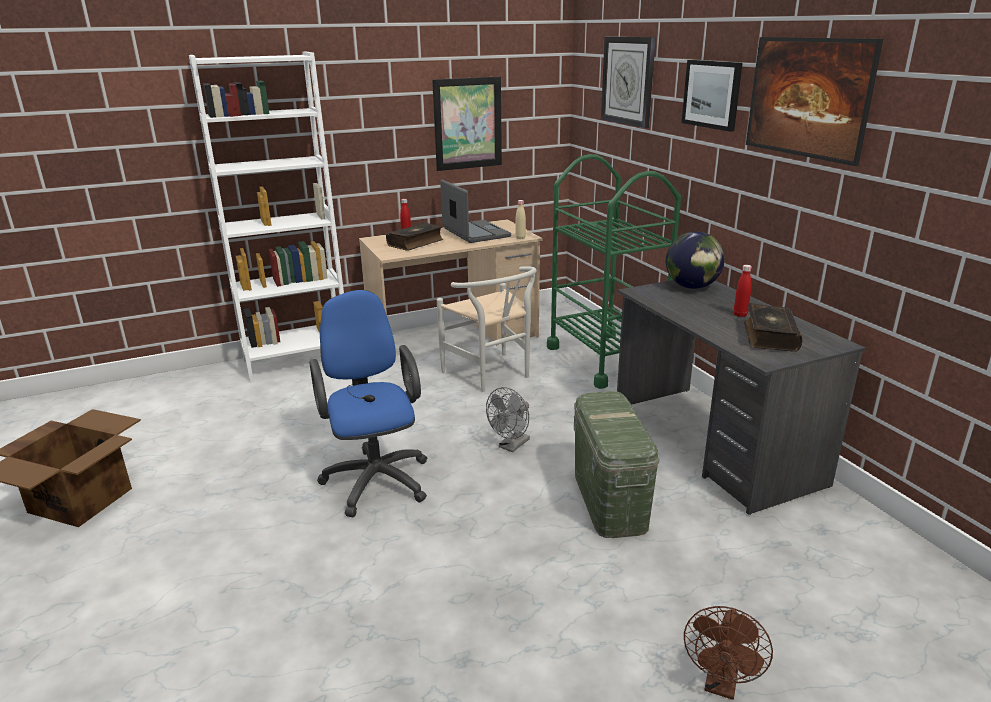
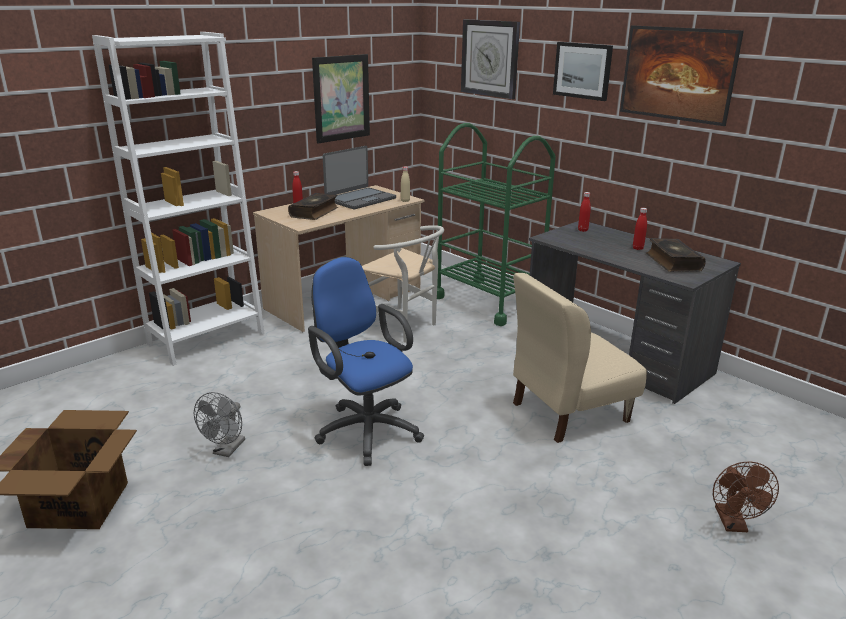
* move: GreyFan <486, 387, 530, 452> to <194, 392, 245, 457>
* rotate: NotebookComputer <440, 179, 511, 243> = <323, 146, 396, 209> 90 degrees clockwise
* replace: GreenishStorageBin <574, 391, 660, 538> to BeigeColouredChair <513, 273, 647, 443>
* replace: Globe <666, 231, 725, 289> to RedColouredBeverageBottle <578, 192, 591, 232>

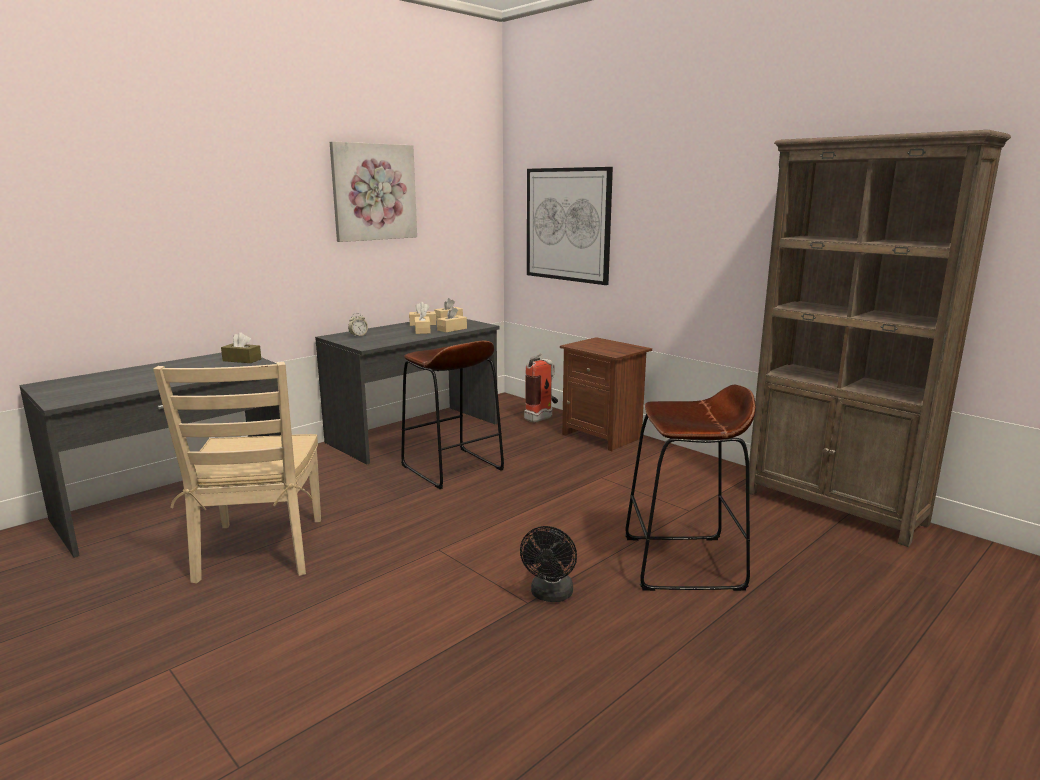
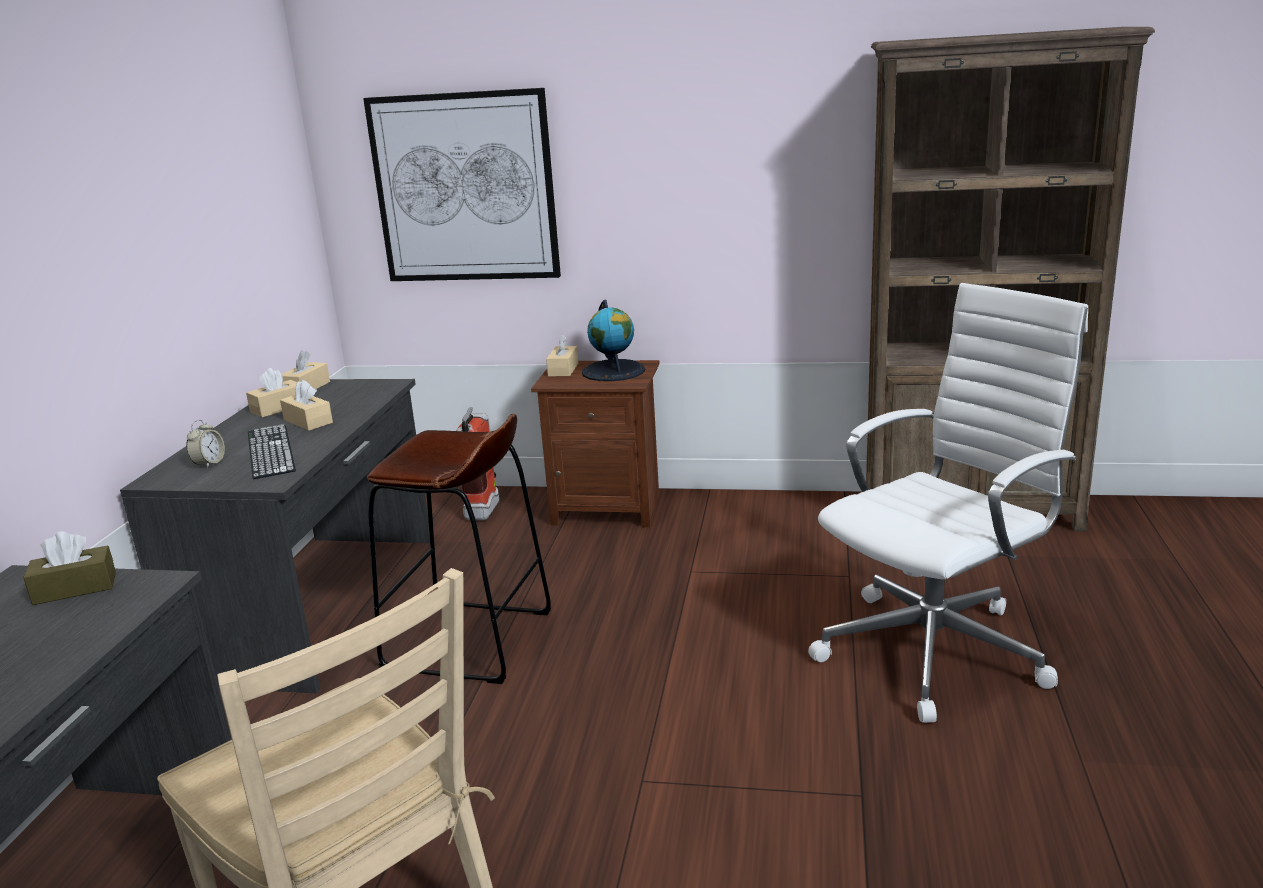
* insert: ComputerKeyboard <248, 424, 296, 479>
* move: BeigeColouredTissueHolder <437, 307, 467, 333> to <546, 334, 579, 377>
* insert: Globe <582, 300, 645, 381>
* replace: BrownColouredSittingStool <625, 385, 756, 591> to WhiteColouredComputerChair <808, 283, 1088, 723>
* delete: Picture <330, 141, 417, 242>
* delete: BlackishFan <520, 526, 577, 602>

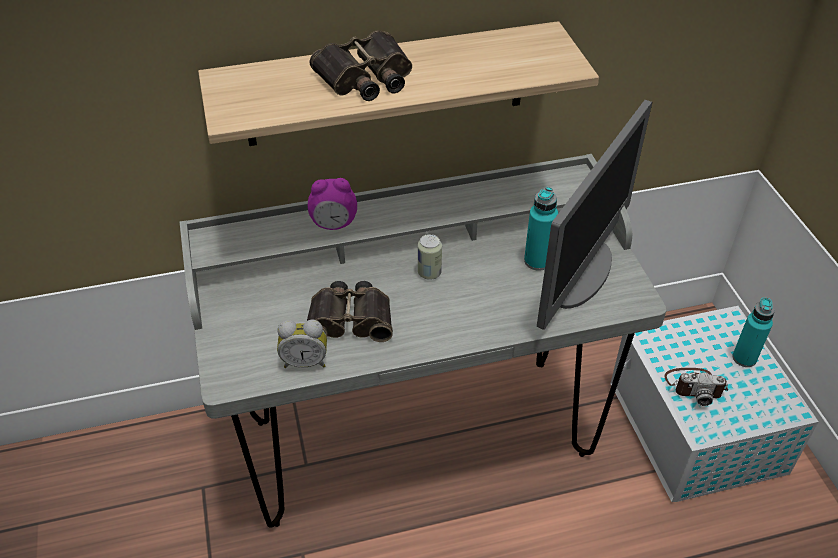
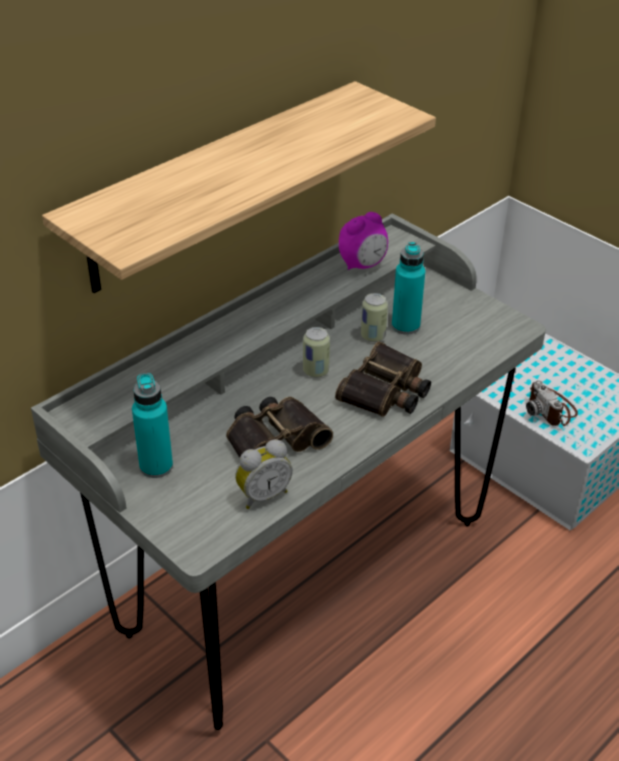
* move: BlueGreenBeverageBottle <733, 297, 775, 367> to <132, 373, 173, 478>
* move: FieldGlasses <310, 30, 412, 101> to <335, 341, 431, 417>
* move: BedsideClock <308, 178, 357, 230> to <339, 212, 388, 270>
* insert: Can <361, 293, 388, 342>
* rotate: PhotoCamera <664, 368, 729, 406> = <526, 380, 578, 426> 90 degrees clockwise
* delete: ComputerDisplay <537, 100, 652, 330>

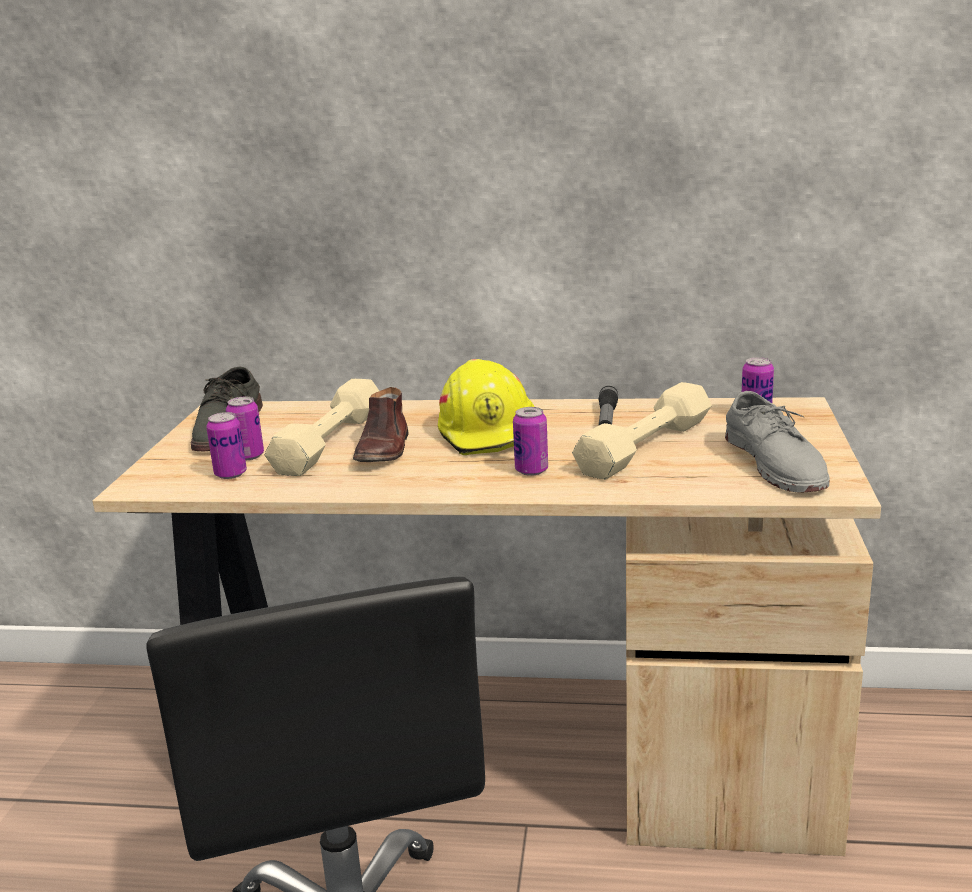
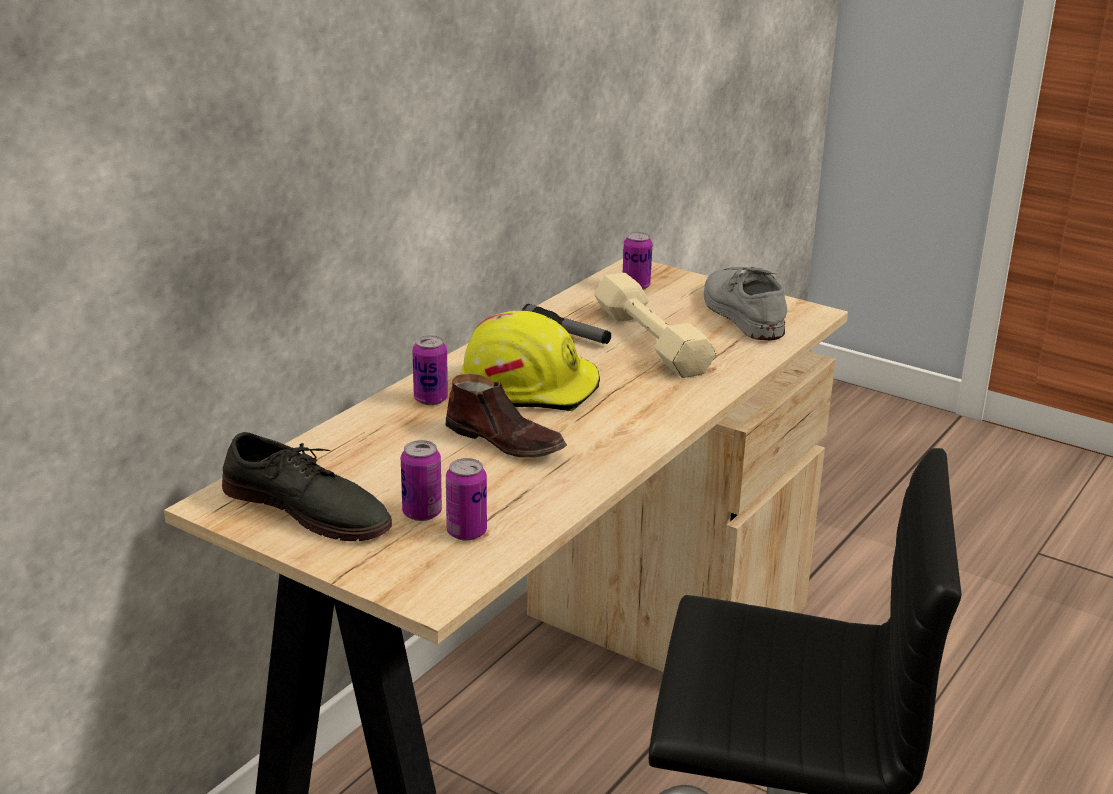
* move: Can <513, 407, 548, 476> to <412, 335, 448, 405>
* rotate: GreyItemOfFootwear <725, 391, 830, 493> = <704, 267, 787, 341> 120 degrees counterclockwise
* delete: BeigeColouredDumbbell <265, 379, 379, 476>

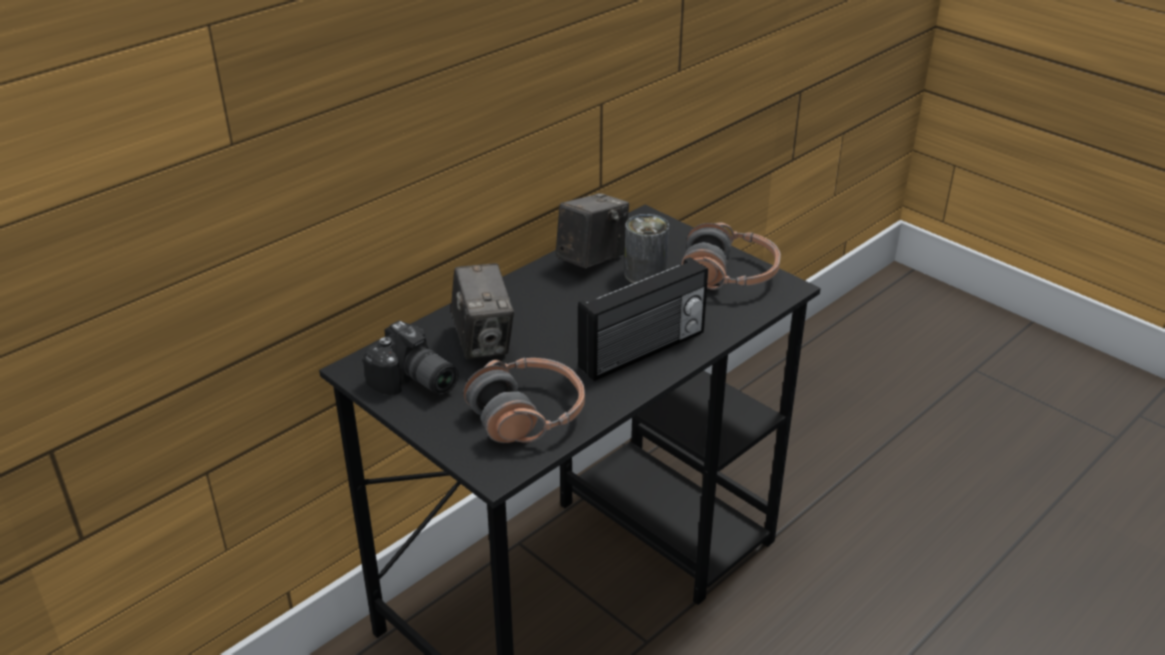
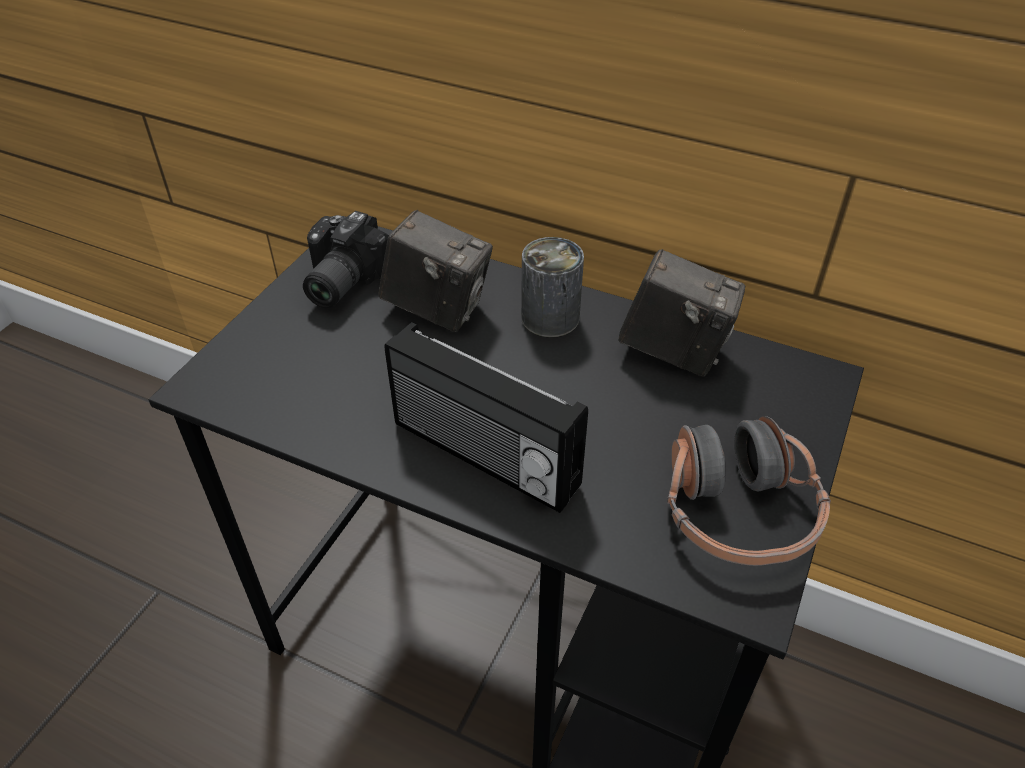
* rotate: PhotoCamera <451, 263, 514, 359> = <378, 210, 493, 332> 120 degrees counterclockwise
* move: Can <624, 214, 669, 283> to <521, 237, 584, 338>
* delete: Headset <463, 357, 585, 443>

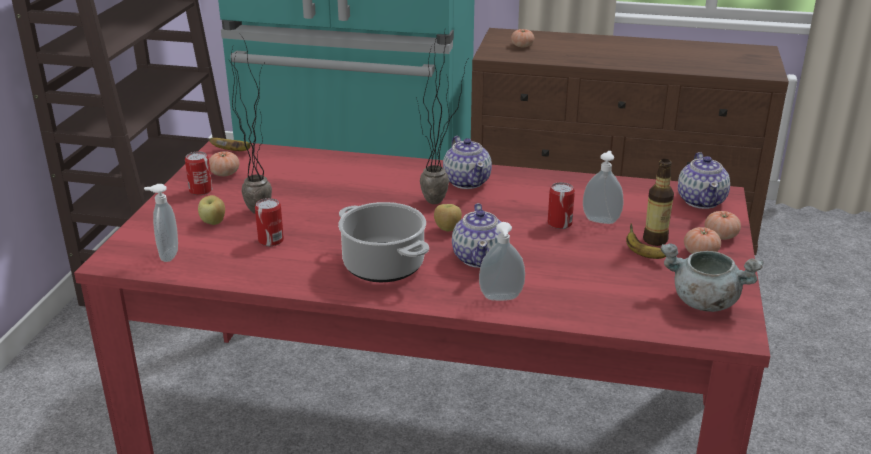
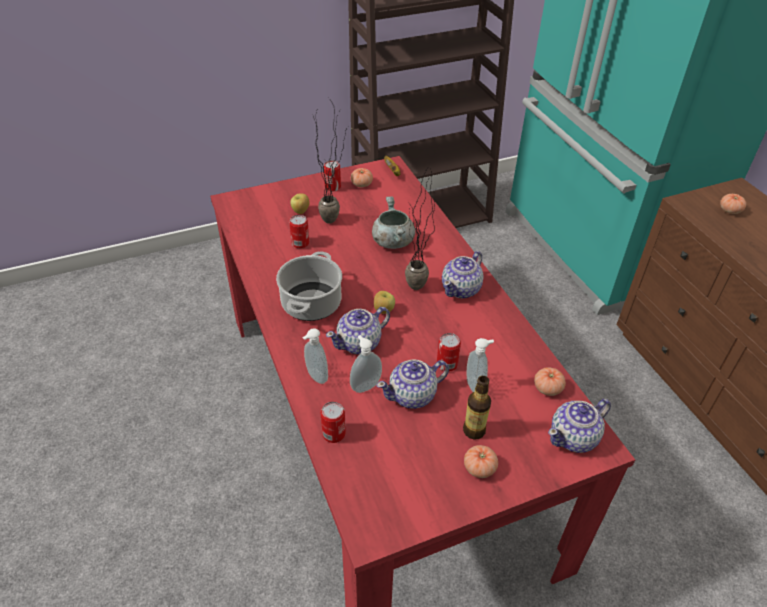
* insert: Can <321, 402, 346, 443>
* move: SoapBottle <144, 184, 178, 262> to <350, 335, 382, 393>
* move: GreySaucepot <660, 244, 763, 312> to <372, 196, 415, 249>
* insert: TeaPot <377, 359, 449, 409>
* move: FreshTomato <705, 211, 741, 240> to <534, 367, 566, 396>
* delete: WholeBanana <626, 224, 666, 259>

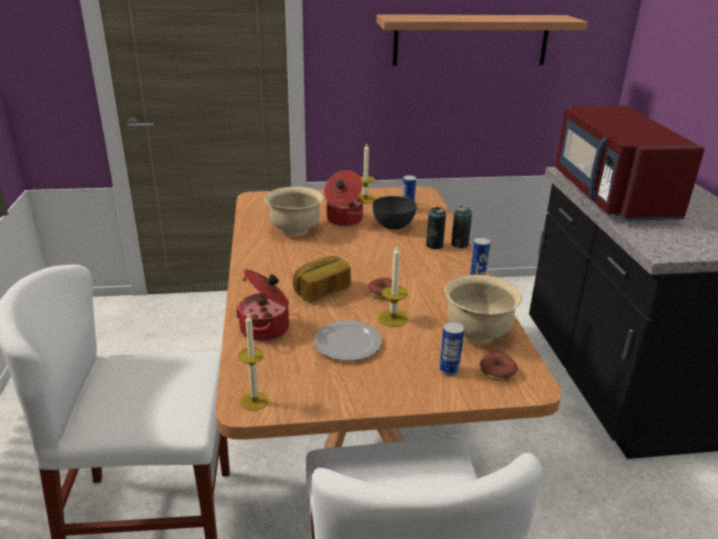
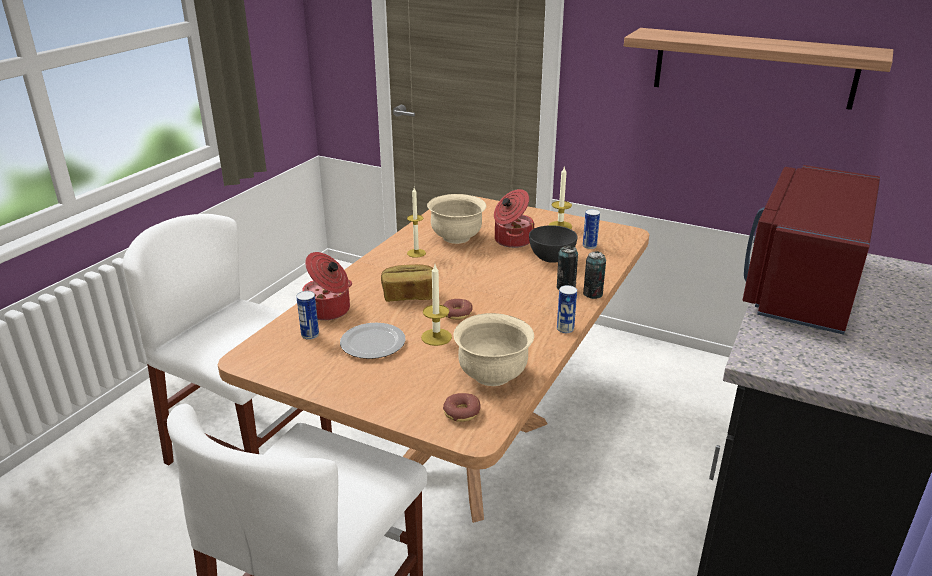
* move: Can <439, 322, 464, 376> to <296, 291, 319, 340>
* move: WaxLight <239, 314, 269, 410> to <407, 188, 426, 258>

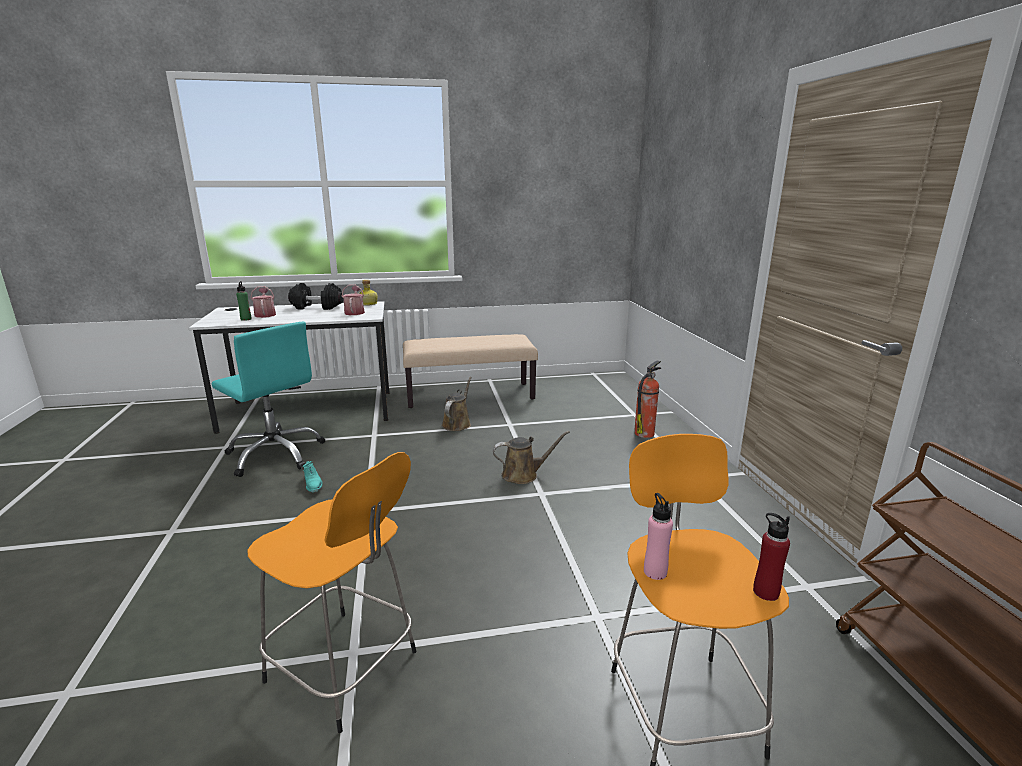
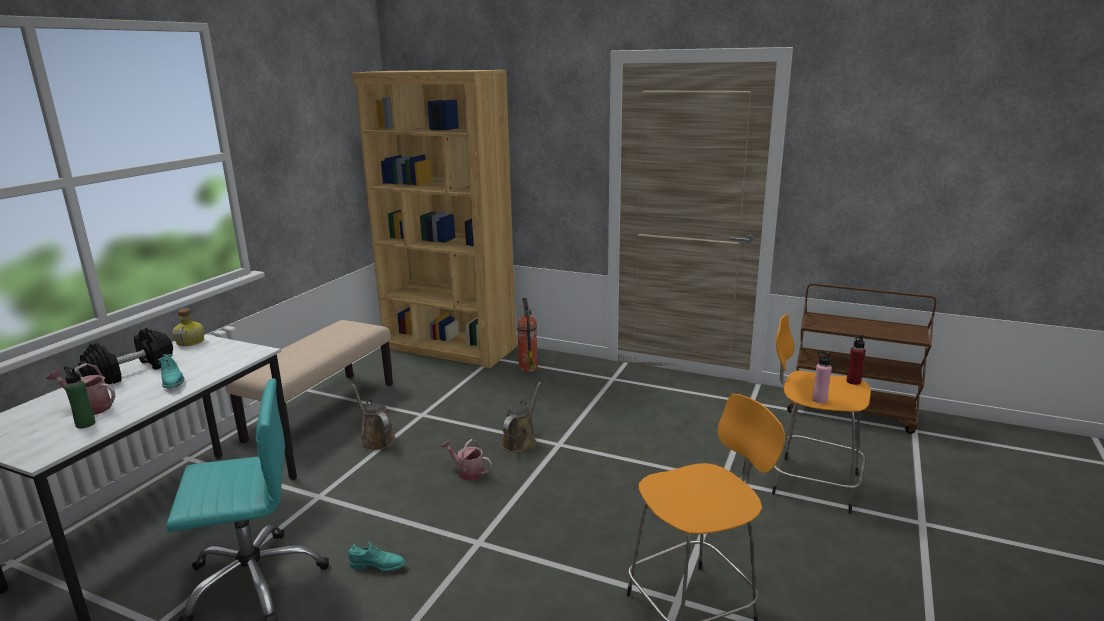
* insert: BlueGreenItemOfFootwear <158, 354, 185, 389>
* insert: BrownColouredShelvingUnit <352, 70, 516, 368>
* move: SprinklingCan <342, 284, 365, 315> to <440, 439, 492, 481>

